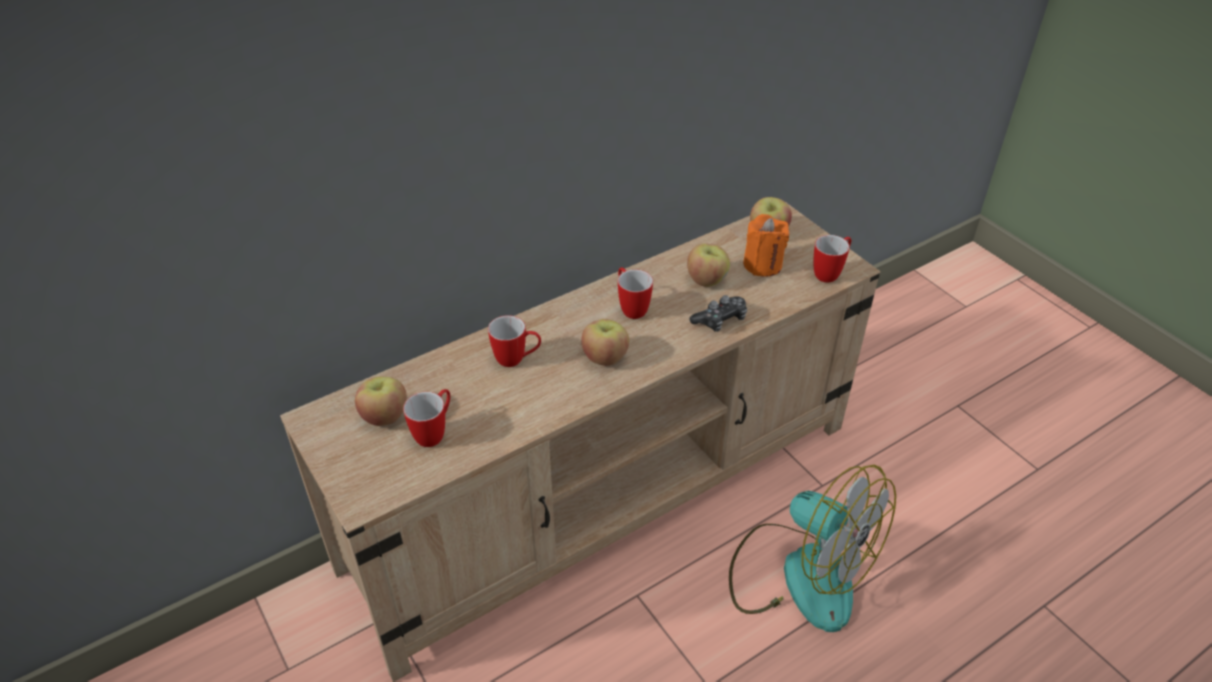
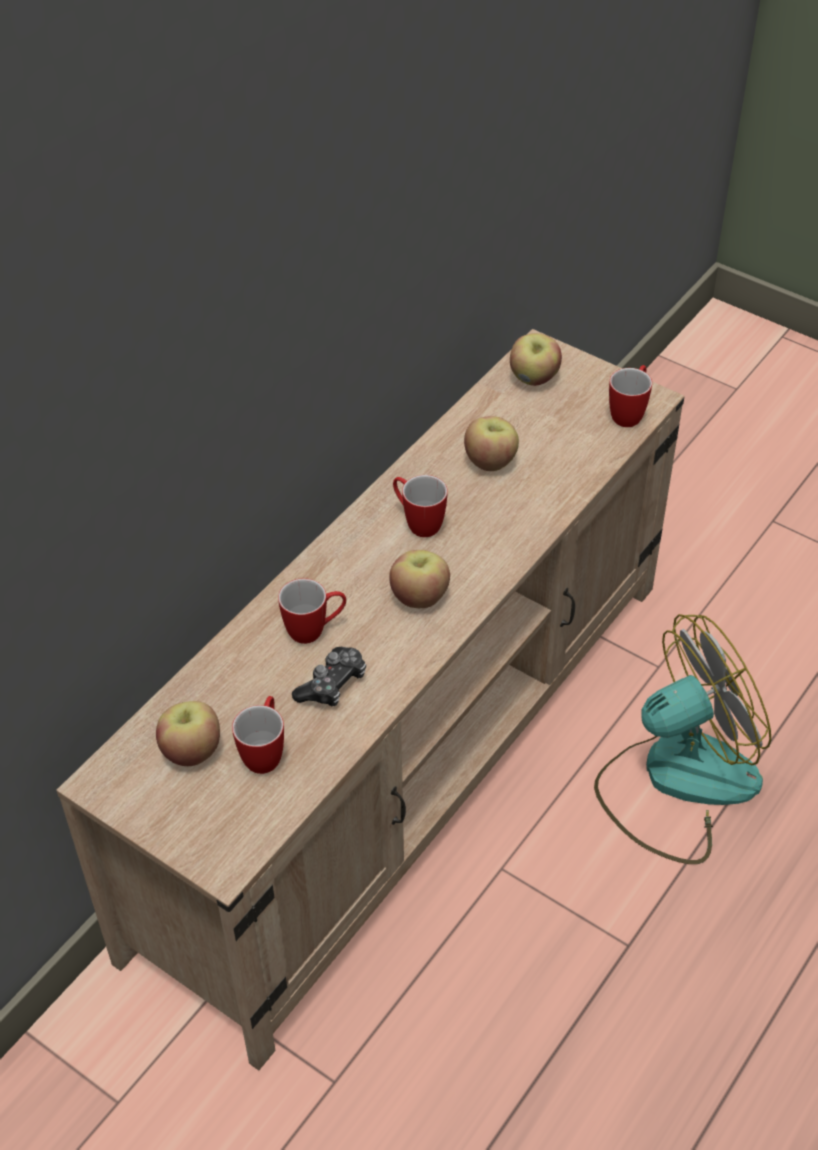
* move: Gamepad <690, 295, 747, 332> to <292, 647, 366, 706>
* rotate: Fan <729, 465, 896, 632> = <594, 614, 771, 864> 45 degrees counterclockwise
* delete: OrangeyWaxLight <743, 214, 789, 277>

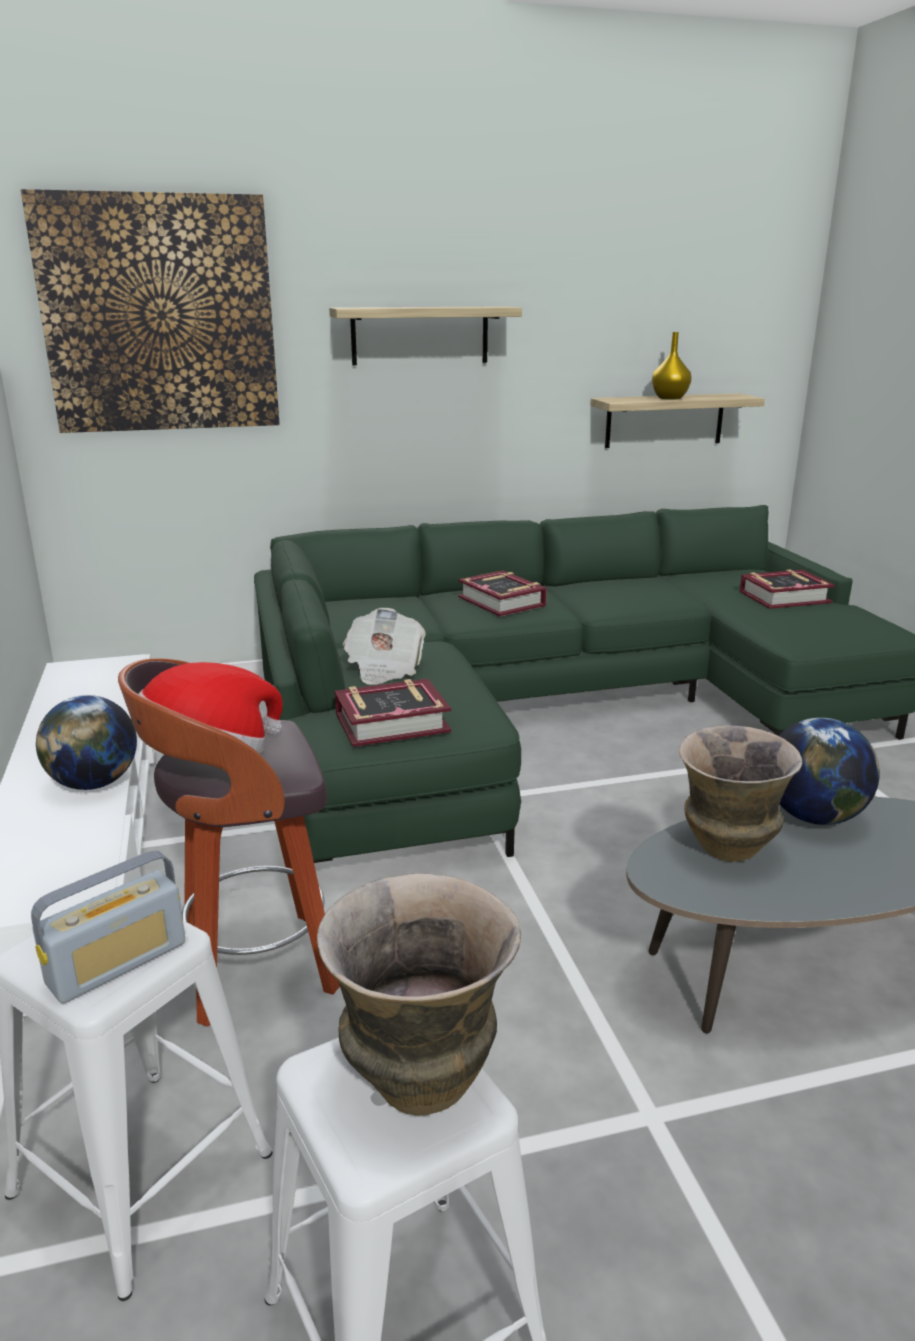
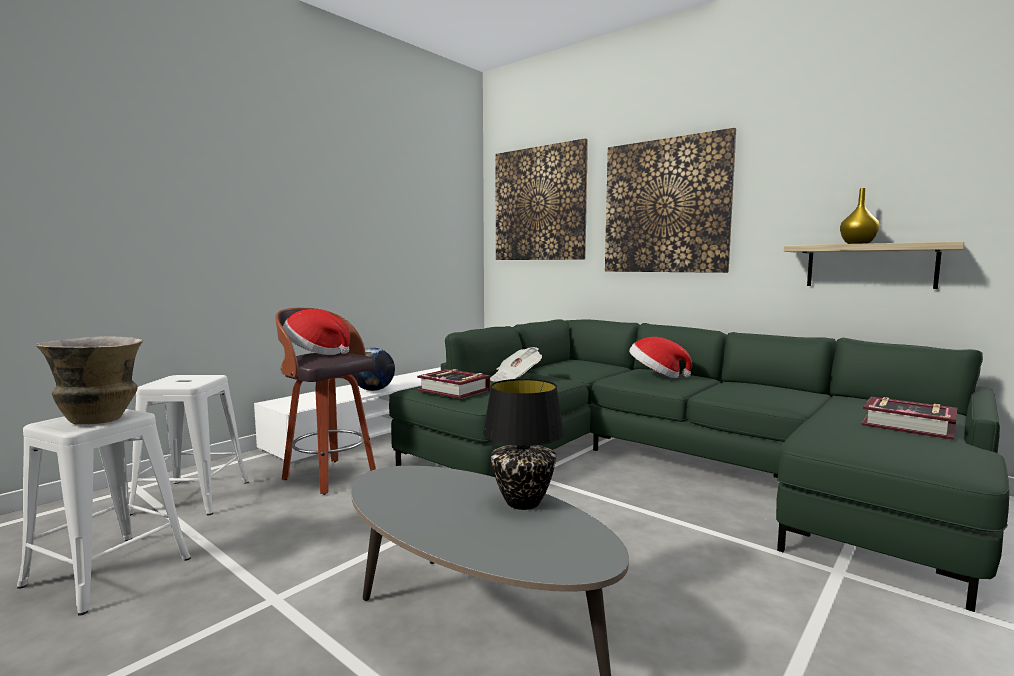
* replace: Globe <779, 718, 880, 825> to BlackishLampForATable <483, 379, 564, 510>
* replace: BracketShelf <329, 306, 522, 365> to Picture <605, 128, 736, 273>
* replace: Volume <458, 570, 547, 616> to WearableHat <629, 337, 692, 378>
* delete: RadioSet <31, 851, 185, 1003>
* delete: Vase <679, 725, 802, 862>

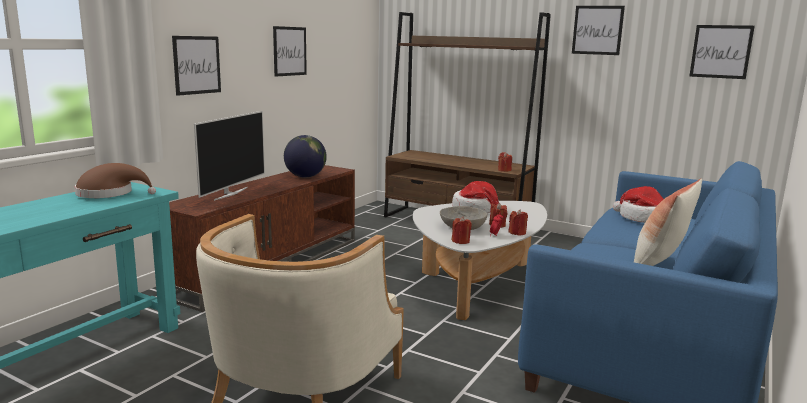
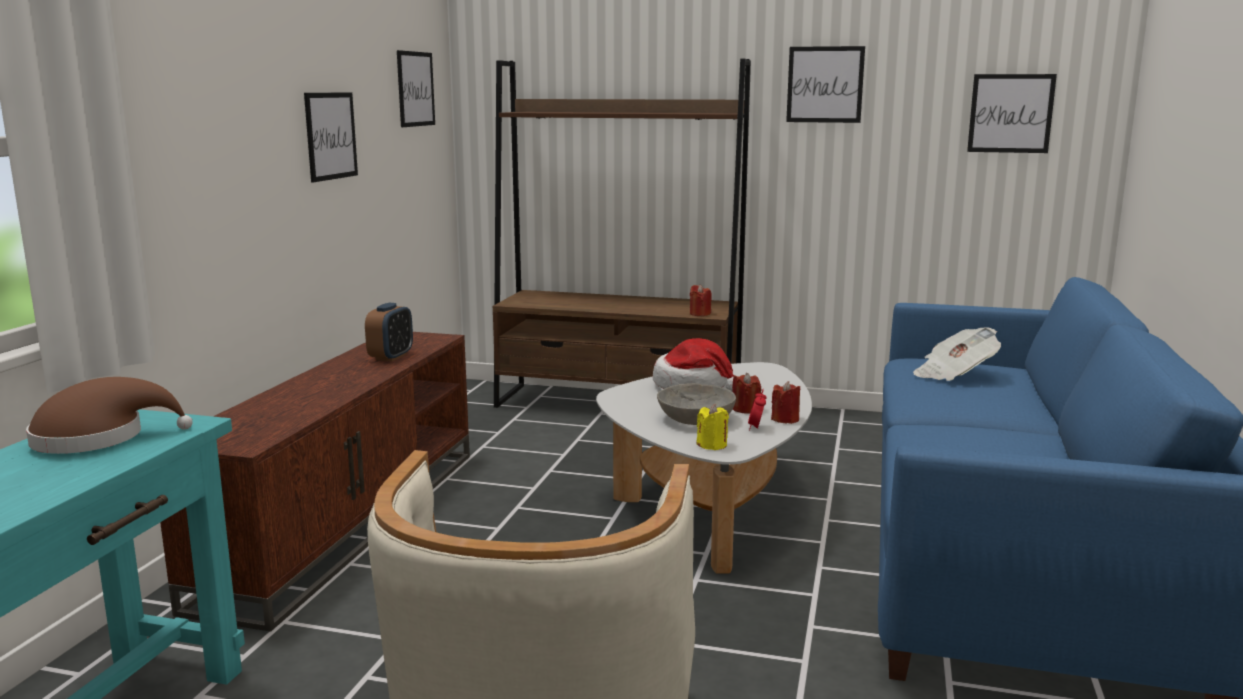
* replace: Globe <284, 135, 327, 178> to BedsideClock <365, 303, 413, 362>
* move: Picture <172, 36, 221, 96> to <397, 50, 435, 127>
* recolor: RedColouredWaxLight <452, 217, 472, 244> to YellowWaxLight <696, 404, 729, 450>
* replace: WearableHat <613, 186, 663, 223> to PrintedPaper <913, 327, 1001, 381>
* delete: TvSet <194, 111, 265, 201>
* delete: ThrowPillow <634, 179, 702, 266>

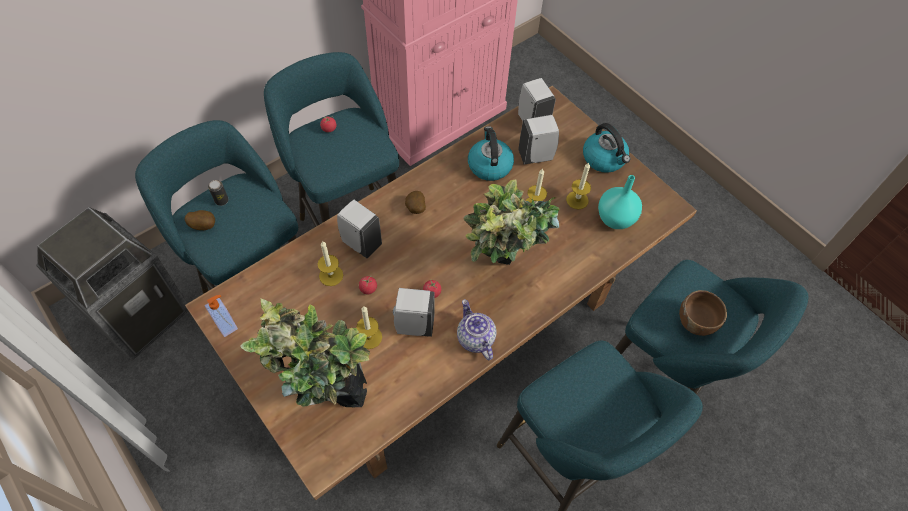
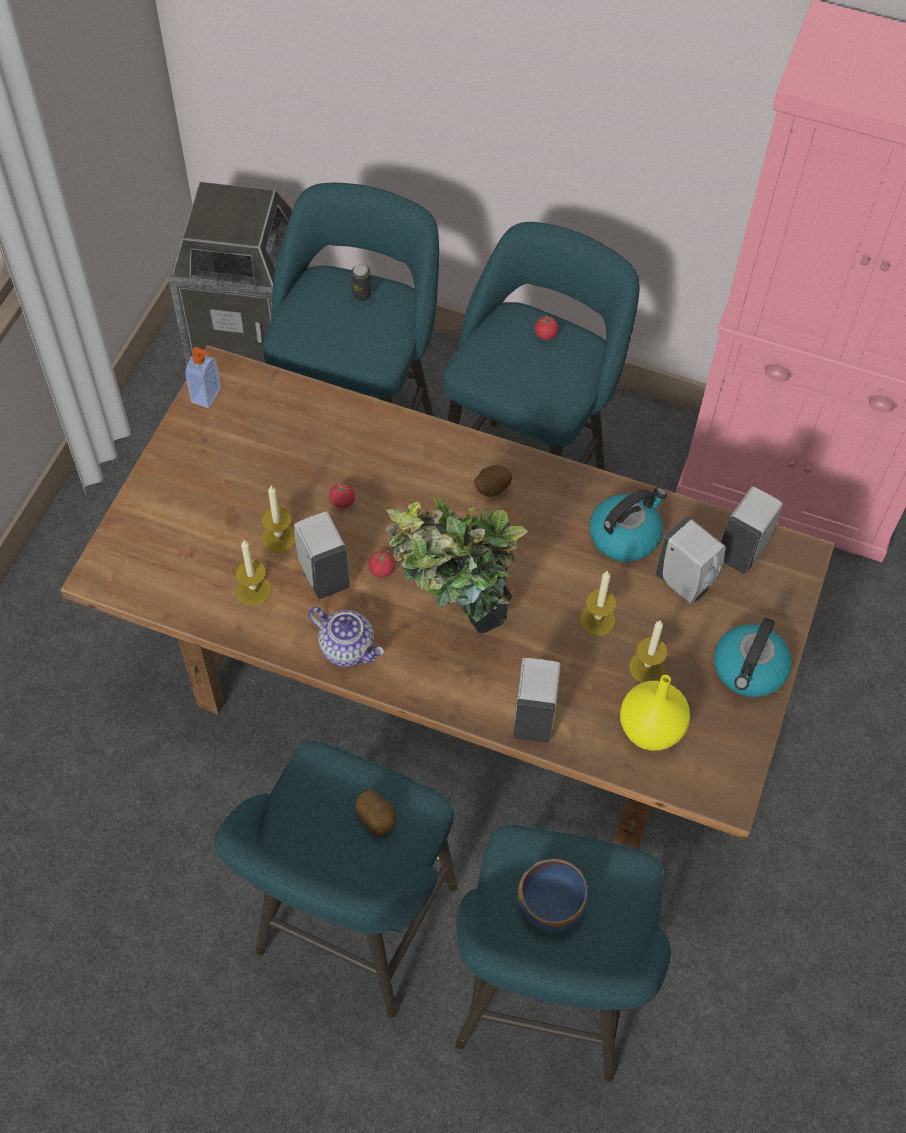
* move: WaxLight <318, 241, 343, 286> to <235, 540, 271, 606>
* rotate: TeaPot <457, 299, 496, 360> = <308, 607, 384, 667> 90 degrees clockwise
* move: WholePotato <185, 210, 215, 230> to <356, 790, 397, 836>
* move: WhiteColouredSoapBottle <337, 200, 382, 258> to <513, 658, 561, 742>
* recolor: BrownColouredBowl <679, 290, 727, 336> to BlueColouredBowl <518, 859, 588, 932>
* recolor: BlueGreenVase <598, 175, 642, 229> to YellowVase <620, 675, 690, 751>
* delete: Houseplant <240, 299, 370, 407>

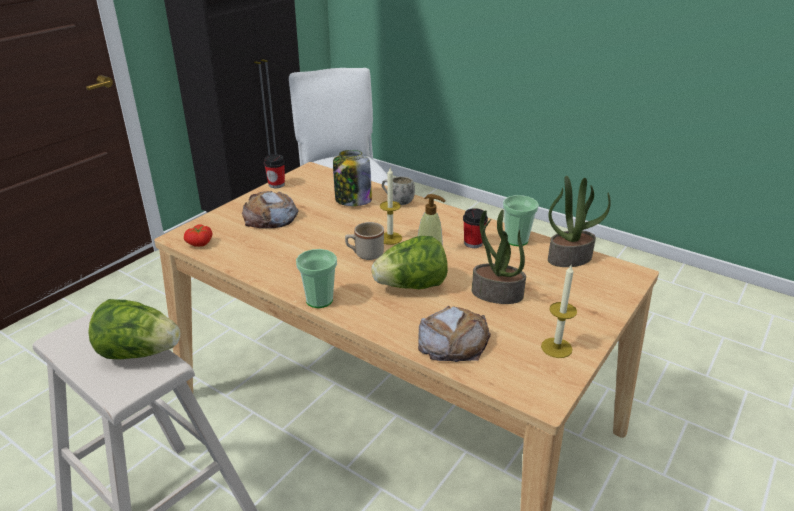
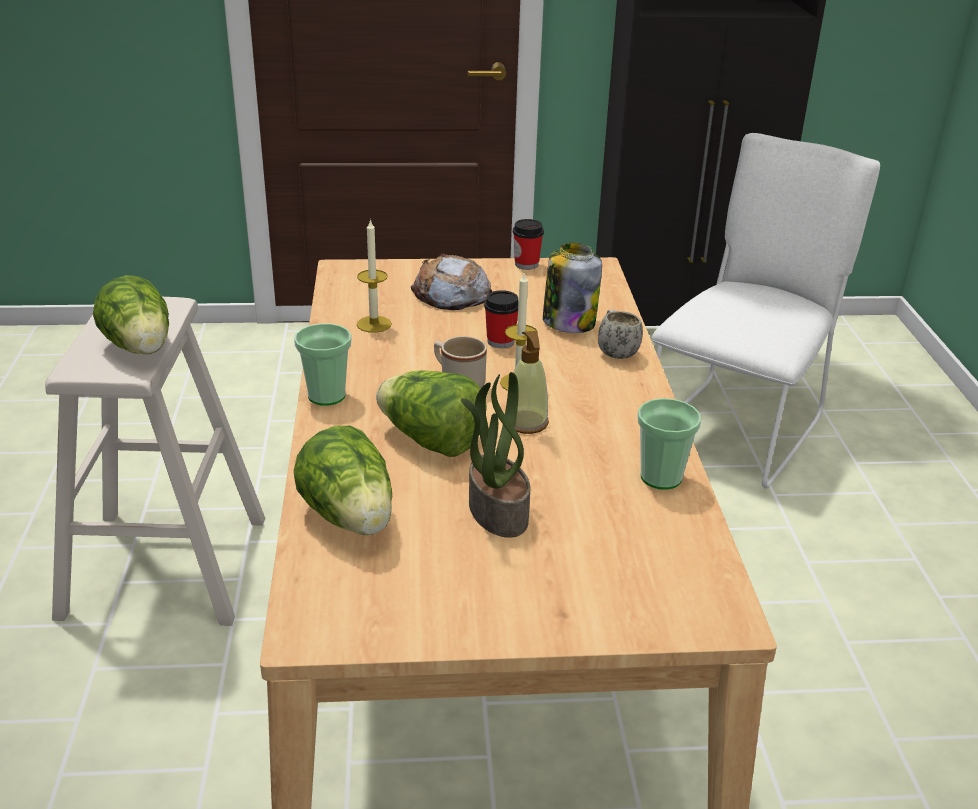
* replace: BakeryBread <418, 306, 491, 362> to HeadOfLettuce <294, 426, 392, 535>
* move: WaxLight <541, 265, 577, 358> to <357, 219, 392, 333>
* move: SmallCup <463, 208, 488, 248> to <484, 290, 519, 348>
* delete: FreshTomato <184, 224, 212, 247>
* delete: Houseplant <548, 176, 611, 267>

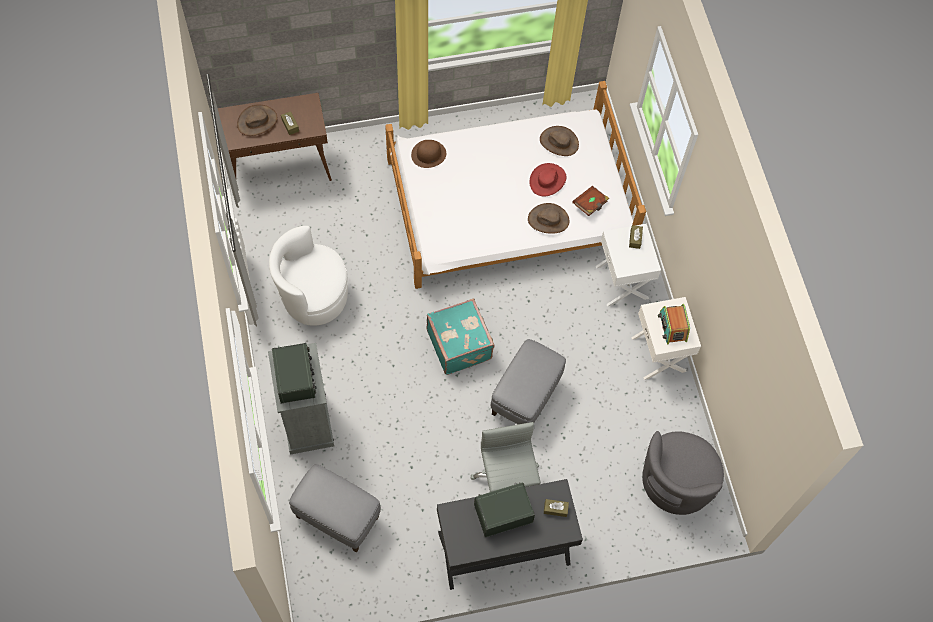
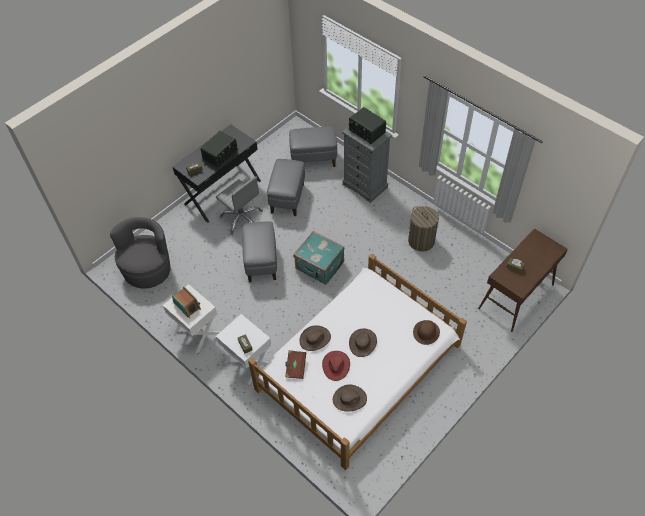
* insert: GreyOttoman <267, 159, 305, 216>
* move: BrownColouredWearableHat <237, 105, 278, 136> to <349, 329, 377, 357>
* replace: WhiteColouredArmchair <269, 226, 348, 326> to WashingBasket <408, 206, 439, 251>

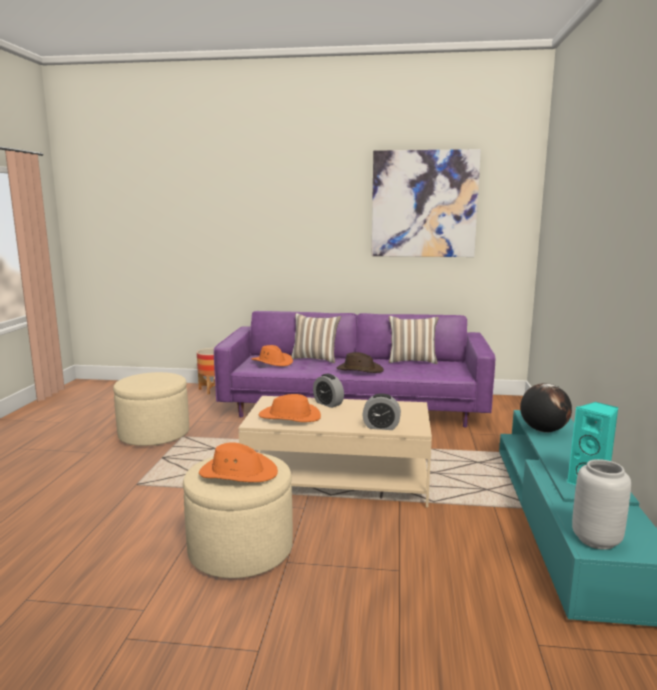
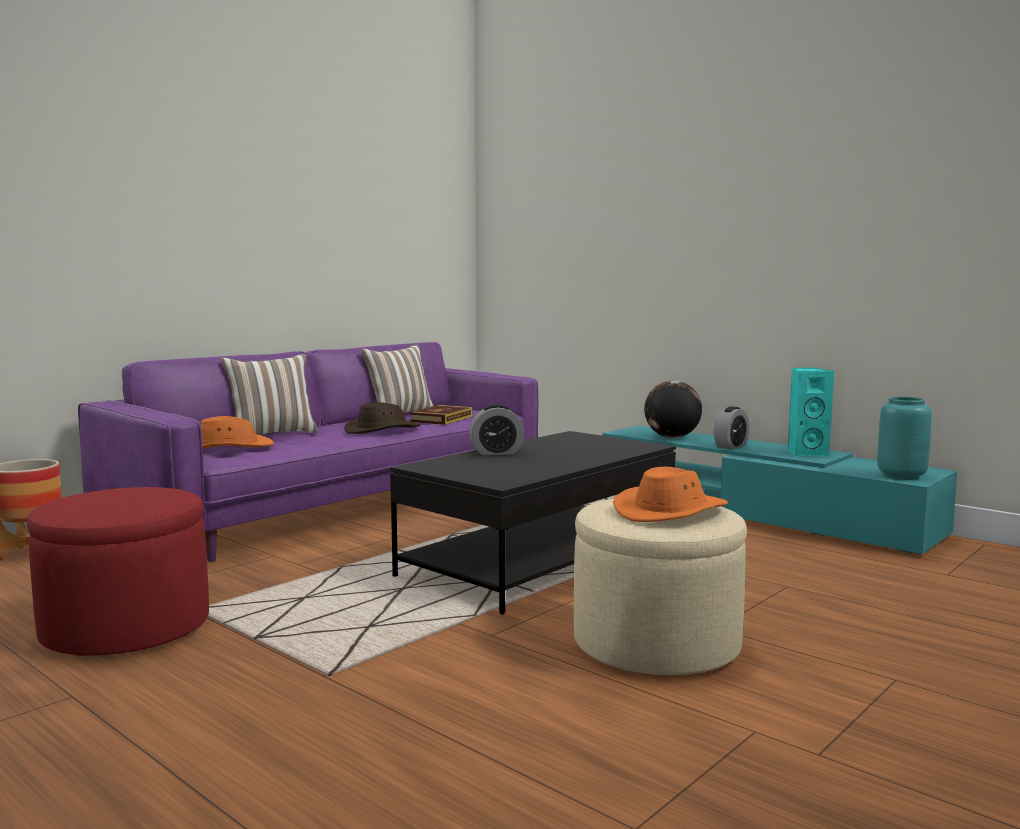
* recolor: BeigeColouredOttoman <113, 372, 189, 446> to RedColouredOttoman <27, 487, 209, 656>
* recolor: BeigeColouredLoungeTable <238, 396, 432, 508> to BlackishLoungeTable <390, 431, 676, 615>
* insert: Volume <409, 405, 473, 425>
* move: BedsideClock <362, 393, 401, 430> to <714, 406, 750, 449>
* recolor: GreyVase <572, 459, 631, 550> to BlueGreenVase <877, 397, 932, 480>
* delete: OrangeyWearableHat <258, 394, 321, 422>
* delete: Picture <372, 149, 481, 257>

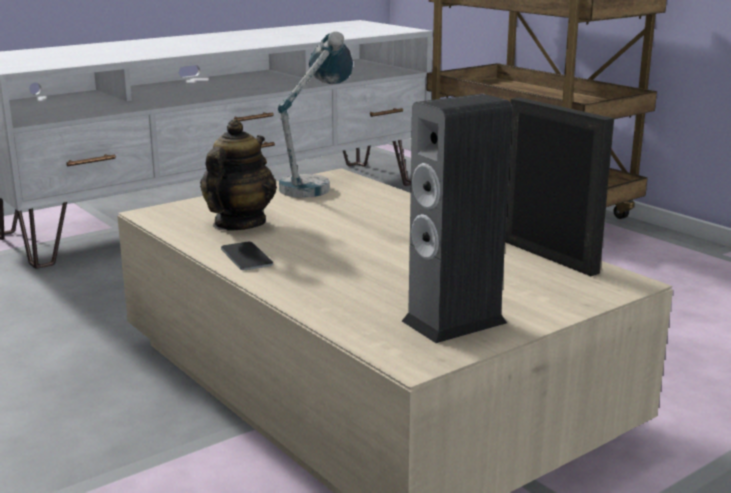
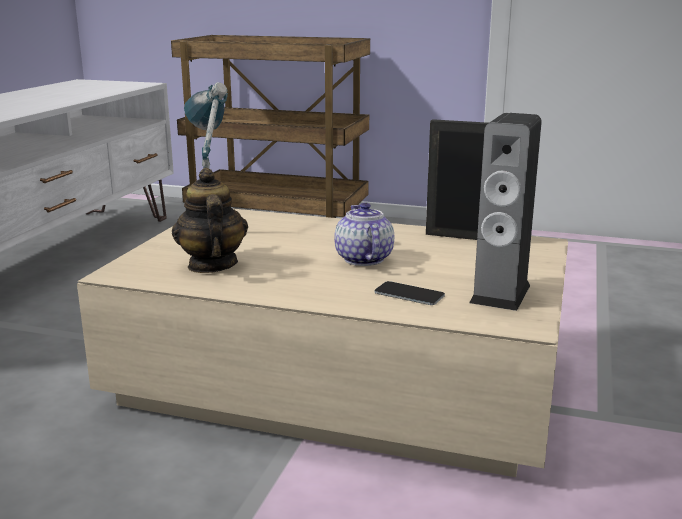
* insert: TeaPot <334, 203, 394, 266>
* move: Telephone <221, 242, 273, 270> to <375, 281, 445, 305>

